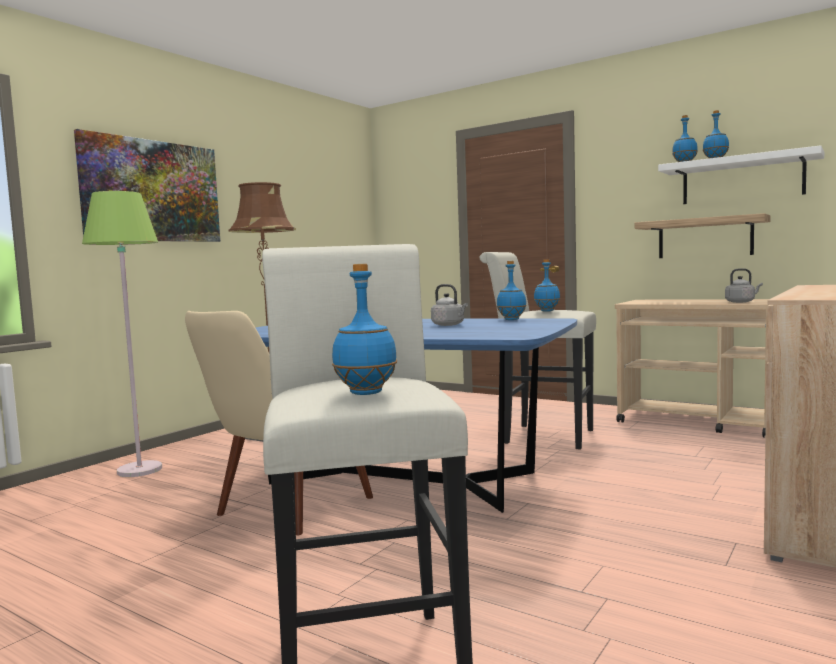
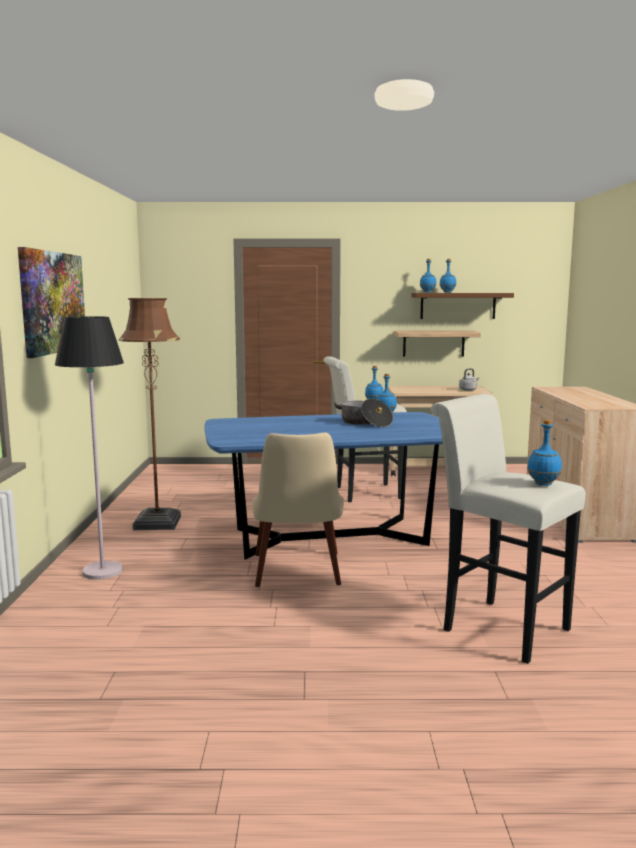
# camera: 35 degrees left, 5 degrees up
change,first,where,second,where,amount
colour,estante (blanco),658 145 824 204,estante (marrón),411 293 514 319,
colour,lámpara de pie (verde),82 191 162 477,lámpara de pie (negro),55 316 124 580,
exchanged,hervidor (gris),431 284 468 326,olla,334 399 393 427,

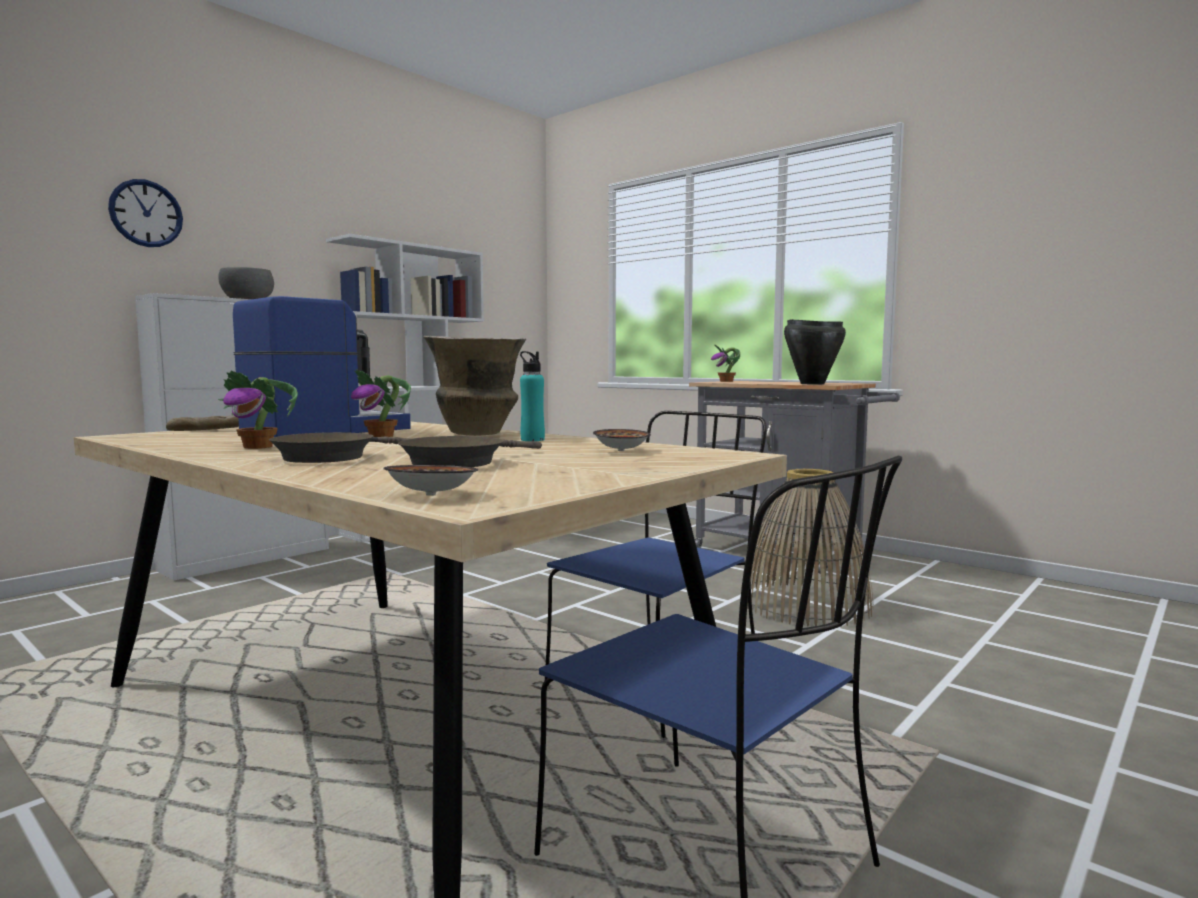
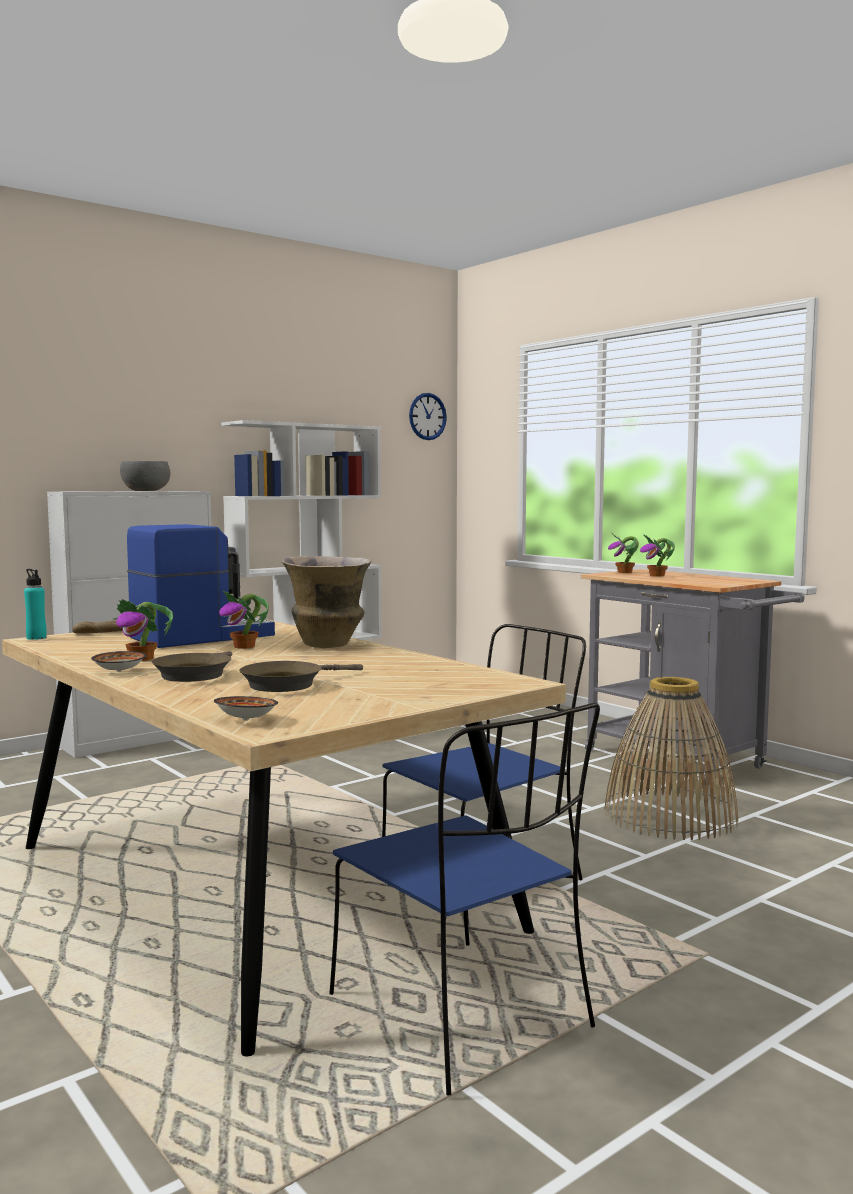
# camera: 10 degrees right, 0 degrees up
change,first,where,second,where,amount
relocated,reloj de pared,108 179 183 247,,409 393 447 440,
missing,olla (negro),784 319 846 384,,,
relocated,botella (turquesa),520 351 545 441,,24 569 47 640,
relocated,cuenco,593 429 651 451,,91 651 147 672,
spun,sartén (marrón),269 432 413 463,,152 651 232 682,45 degrees counterclockwise
appeared,,,planta en maceta,640 535 675 576,

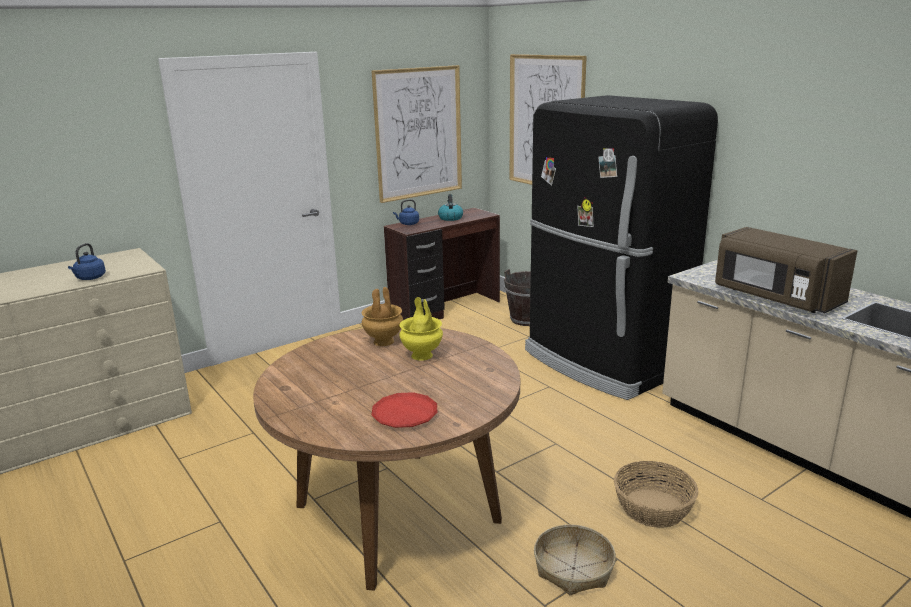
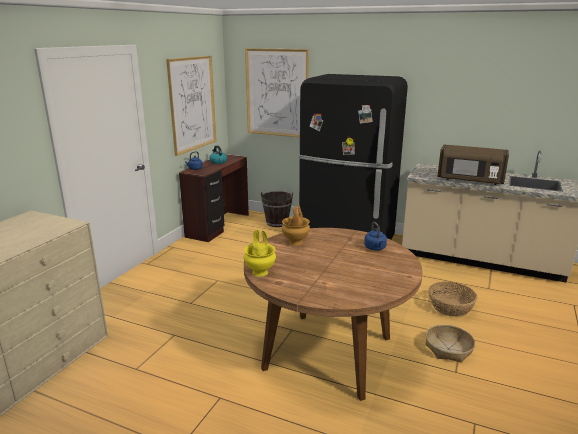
# camera: 30 degrees left, 0 degrees up
change,first,where,second,where,amount
relocated,hervidor (azul),68 243 106 280,,364 222 387 250,
relocated,florero (amarillo),399 297 443 361,,244 230 276 277,
missing,plato (rojo),372 392 437 428,,,

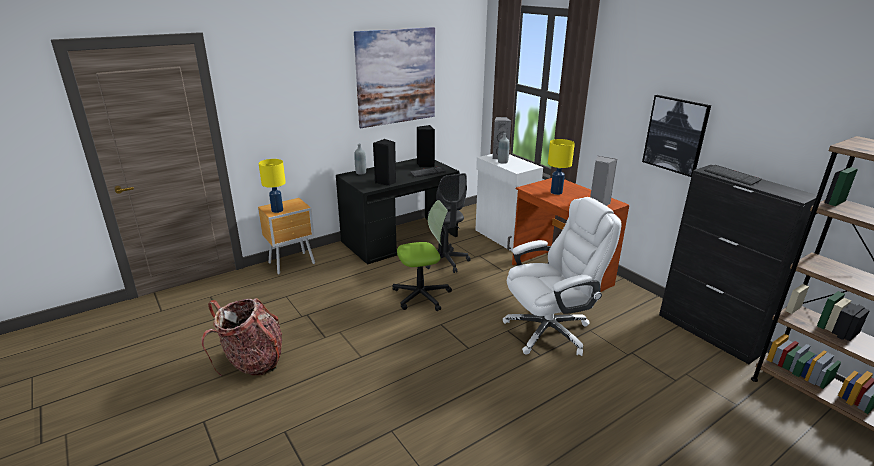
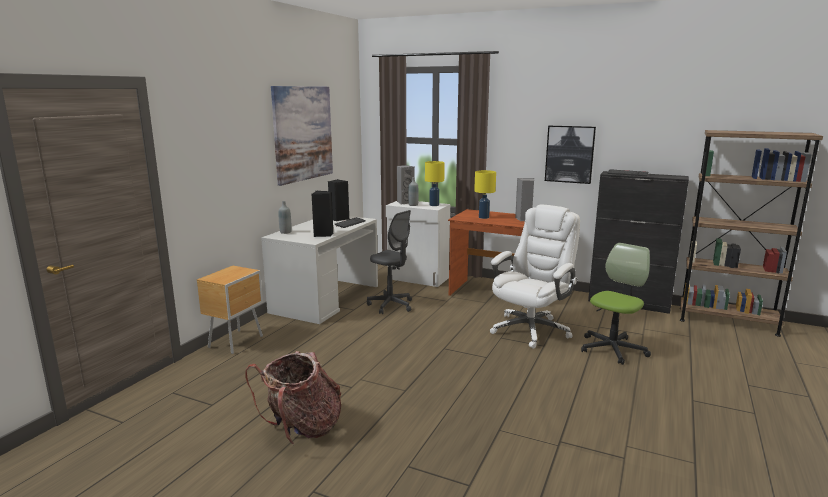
# camera: 30 degrees left, 10 degrees down
change,first,where,second,where,amount
colour,escritorio (negro),336 158 460 265,escritorio (blanco),261 216 378 324,
relocated,lámpara de mesa (amarillo),259 159 286 213,,425 161 445 206,
relocated,silla de oficina,393 200 452 311,,581 243 651 365,

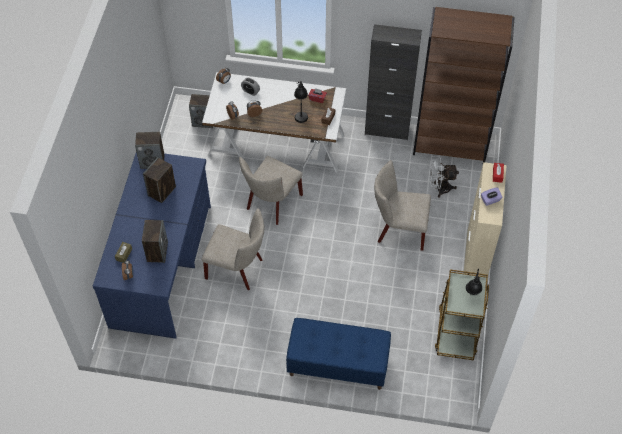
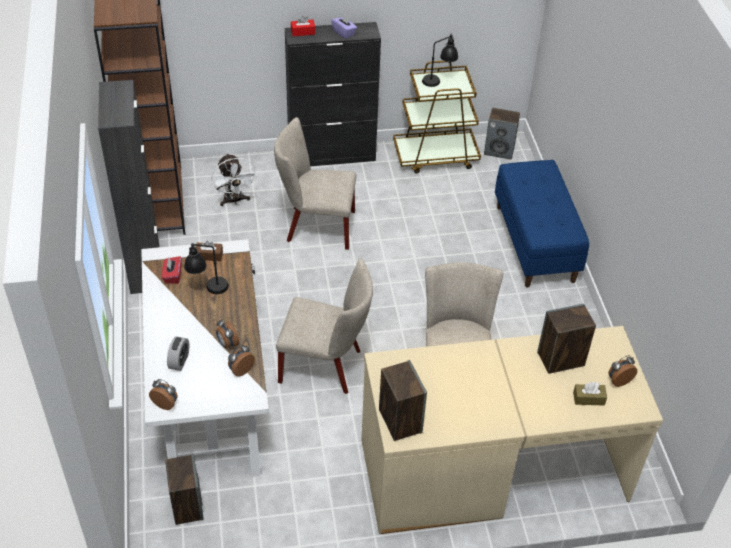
# camera: 110 degrees left, 10 degrees down
change,first,where,second,where,amount
colour,escritorio (azul),93 152 211 339,escritorio (beis),361 326 663 534,
relocated,altavoz,143 157 176 203,,484 108 520 160,
spun,silla (beis),374 160 431 251,,274 117 356 250,105 degrees clockwise
colour,armario (beis),464 162 507 276,armario (negro),285 22 381 166,

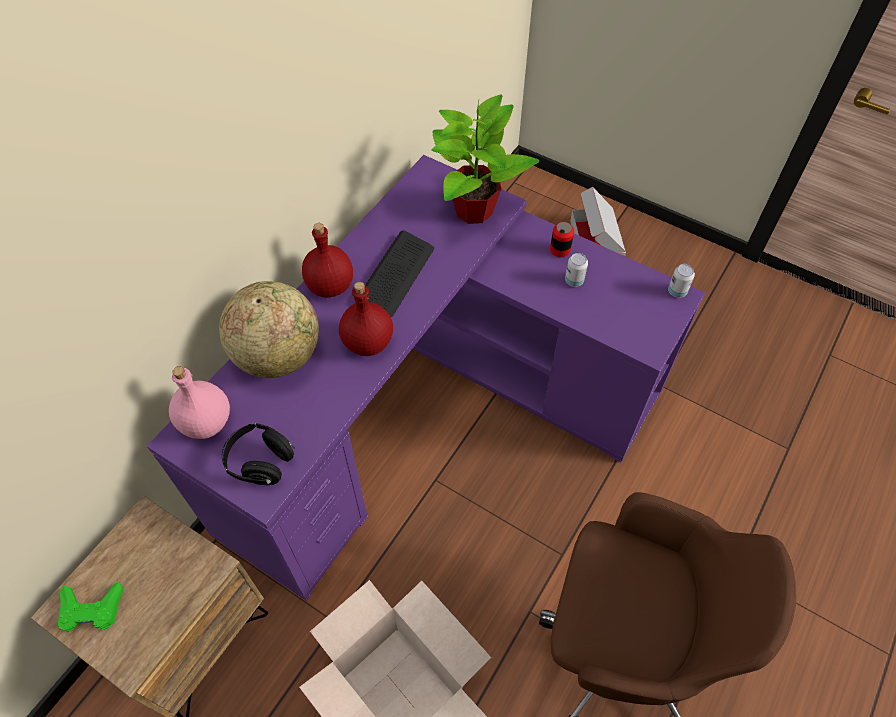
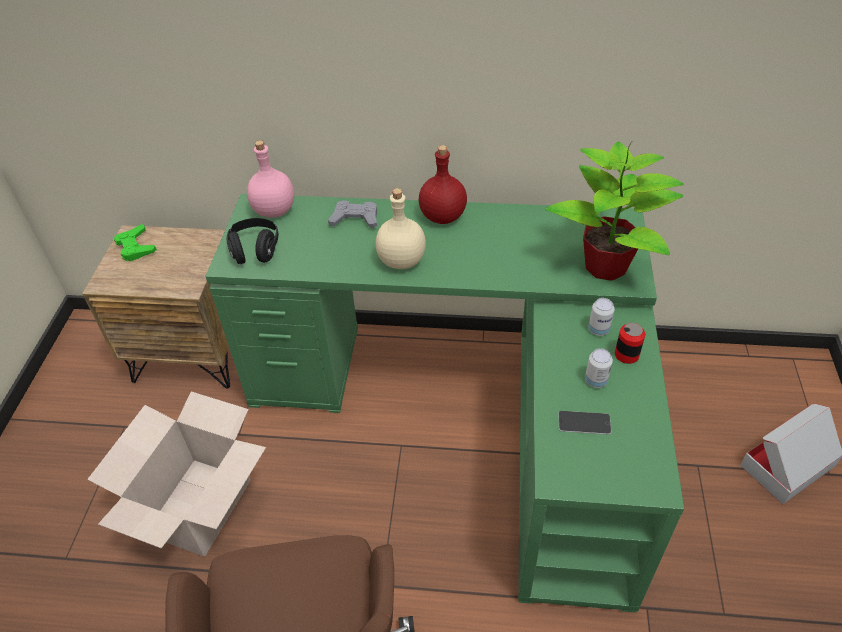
# camera: 65 degrees right, 10 degrees down
change,first,where,second,where,amount
colour,escritorio (morado),147 155 705 601,escritorio (verde),205 194 684 613,
missing,teclado,365 230 434 317,,,
relocated,lata,668 264 695 298,,588 298 615 336,
exchanged,globo terráqueo,219 281 319 378,mando de consola (gris),328 200 377 228,
colour,botella (rojo),339 282 393 356,botella (beis),376 188 426 269,
appeared,,,móvil,558 411 611 435,

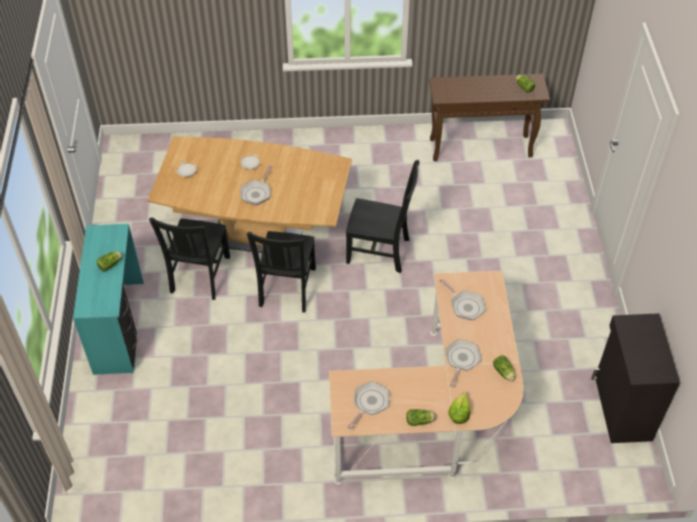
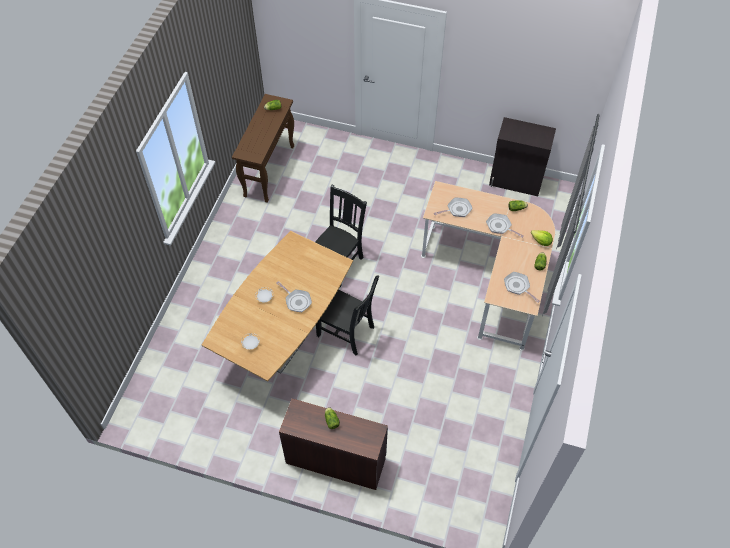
# camera: 70 degrees left, 5 degrees up
change,first,where,second,where,amount
missing,silla (negro),149 217 230 300,,,
colour,escritorio (turquesa),73 224 144 375,escritorio (marrón),279 399 388 490,

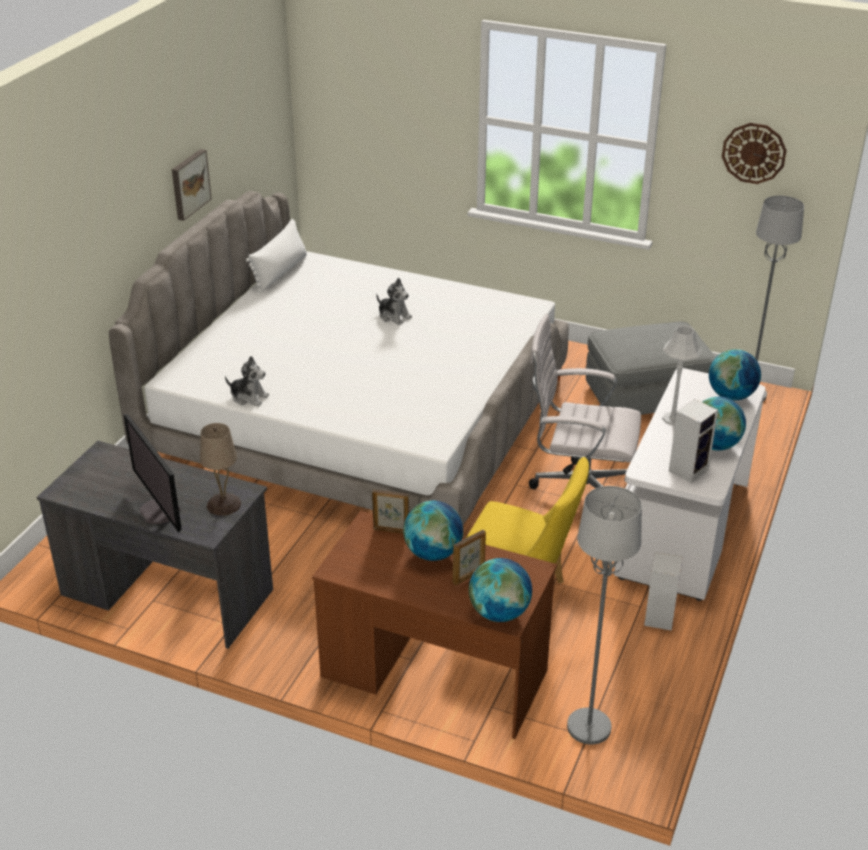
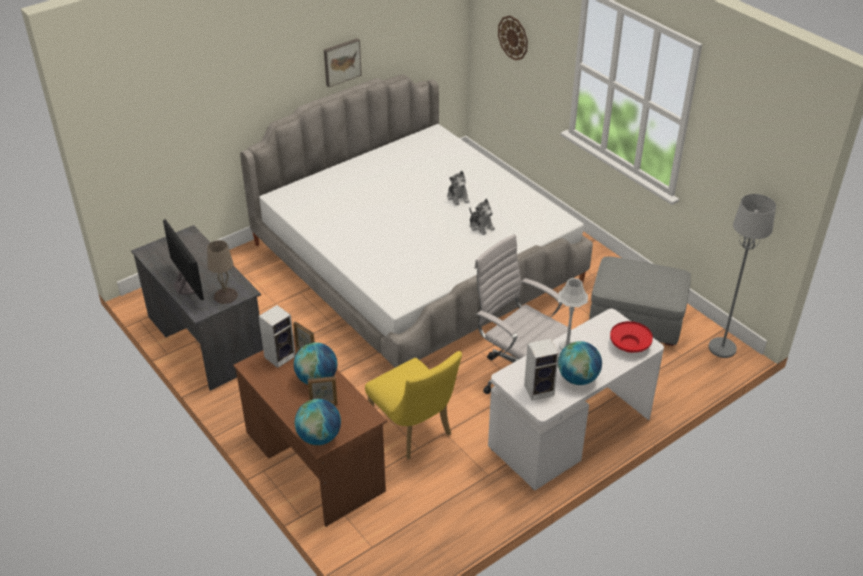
# camera: 30 degrees right, 5 degrees up
change,first,where,second,where,amount
relocated,reloj de pared,722 123 787 184,,498 16 528 60,
missing,cojín (blanco),246 219 307 292,,,
exchanged,globo terráqueo,709 349 761 400,cuenco (rojo),610 321 653 353,
relocated,peluche,225 356 269 406,,470 199 495 235,
spun,monitor,123 414 182 533,,163 219 204 300,150 degrees clockwise
missing,lámpara de pie (gris),567 486 642 745,,,
relocated,altavoz,644 552 683 631,,259 305 296 368,

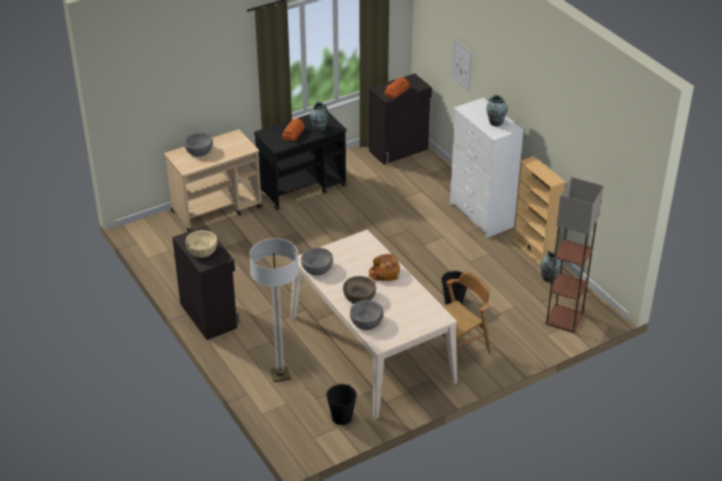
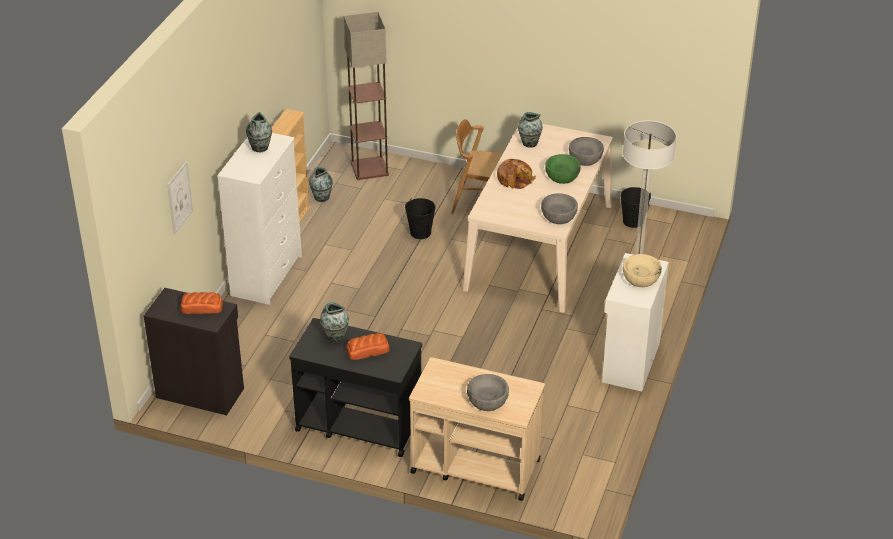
# camera: 130 degrees left, 0 degrees up
change,first,where,second,where,amount
colour,armario (negro),172 226 240 340,armario (blanco),602 253 669 391,
colour,cuenco (marrón),343 276 376 304,cuenco (verde),545 154 581 184,
appeared,,,florero,518 112 543 148,

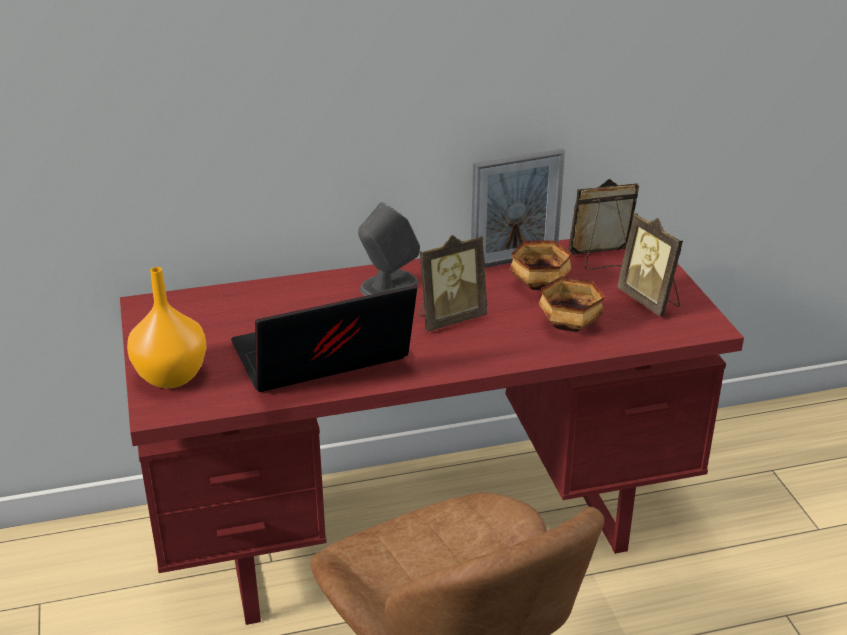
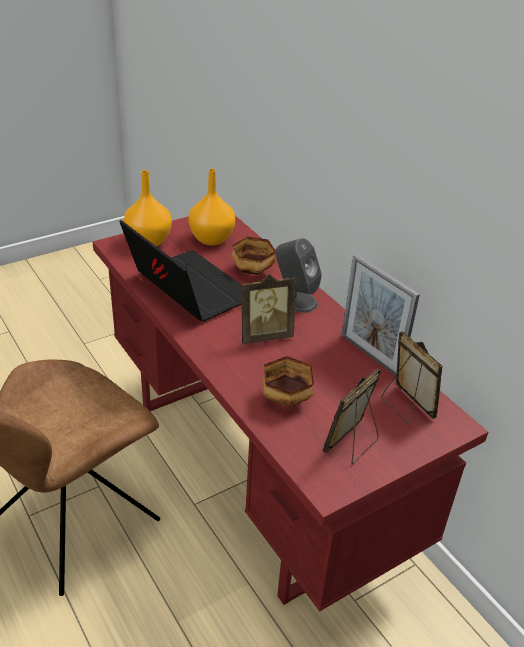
# camera: 70 degrees right, 5 degrees up
change,first,where,second,where,amount
spun,portarretratos,419 235 487 331,,241 274 296 344,60 degrees counterclockwise
relocated,cuenco,510 240 572 290,,231 237 276 275,
appeared,,,florero (naranja),188 169 235 245,

